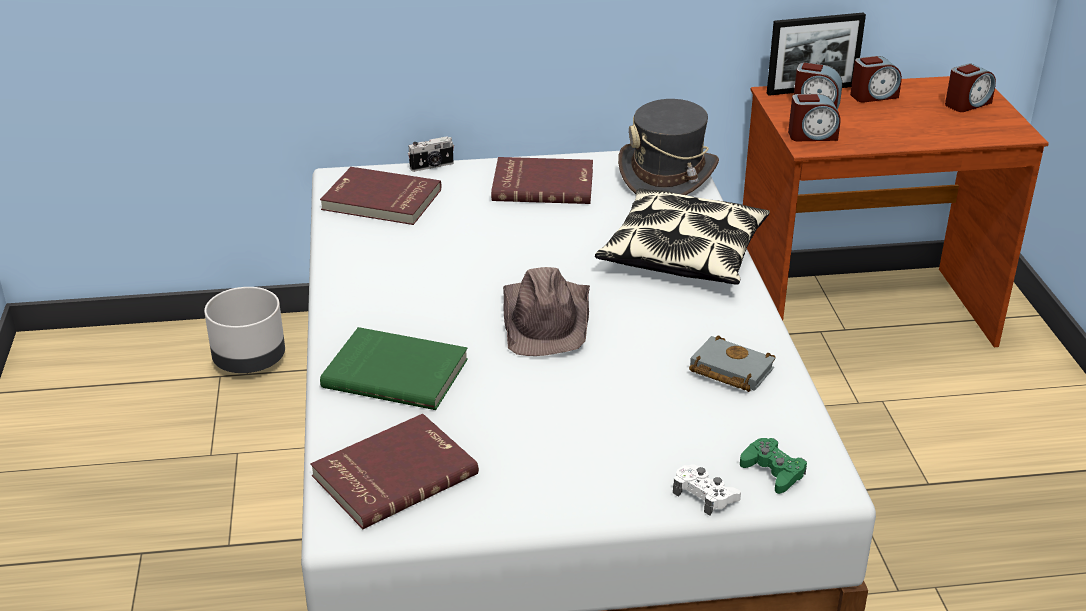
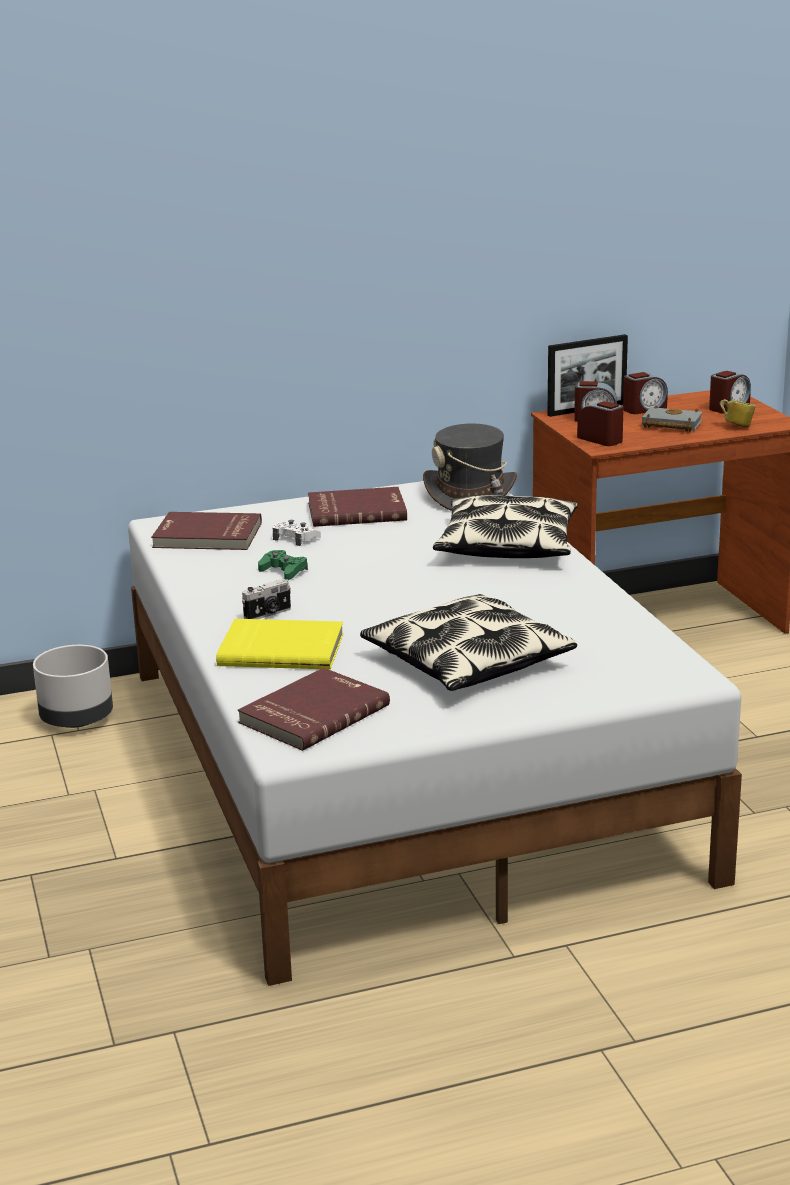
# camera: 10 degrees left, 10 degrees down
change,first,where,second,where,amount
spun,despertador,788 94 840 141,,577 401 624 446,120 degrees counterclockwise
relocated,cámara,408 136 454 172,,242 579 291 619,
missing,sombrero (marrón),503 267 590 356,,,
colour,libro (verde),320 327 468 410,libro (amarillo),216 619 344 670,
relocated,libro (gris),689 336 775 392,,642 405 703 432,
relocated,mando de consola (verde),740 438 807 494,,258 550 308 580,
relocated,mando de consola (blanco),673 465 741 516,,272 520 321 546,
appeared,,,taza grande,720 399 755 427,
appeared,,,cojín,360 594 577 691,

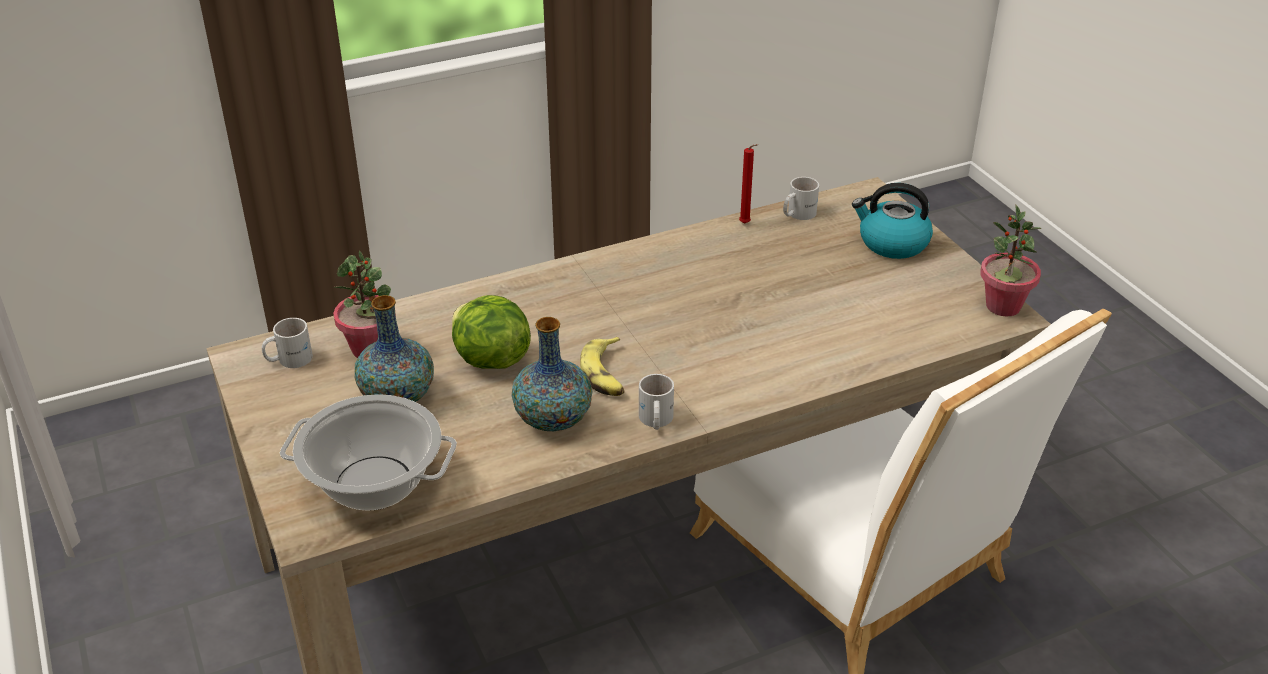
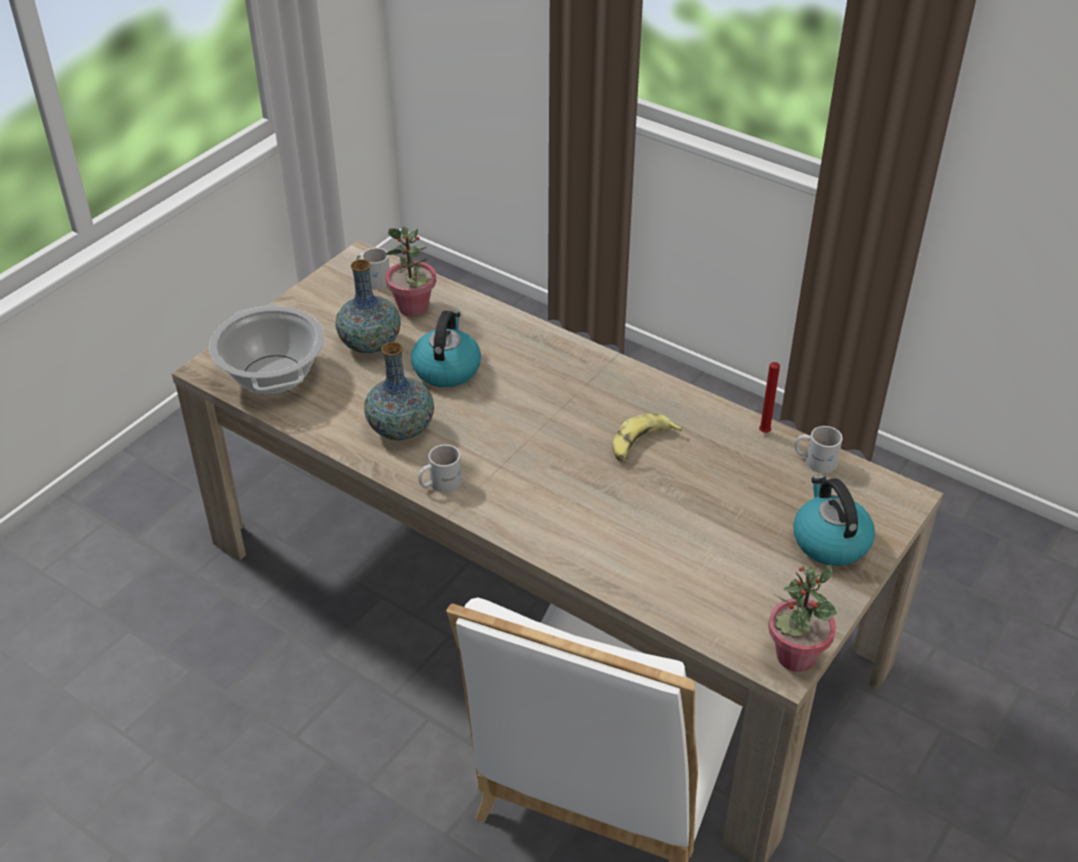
# camera: 60 degrees right, 5 degrees up
change,first,where,second,where,amount
exchanged,lechuga,452 295 531 369,hervidor,411 311 481 387,
relocated,plátano,580 337 625 396,,613 413 682 461,

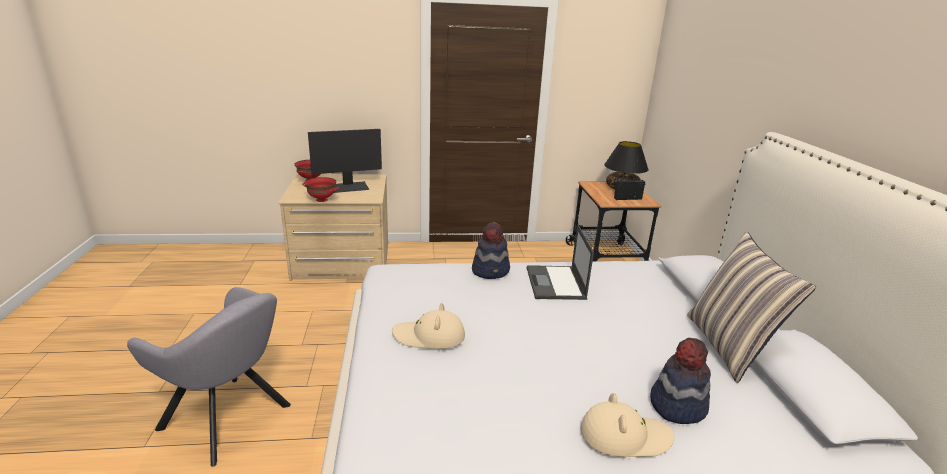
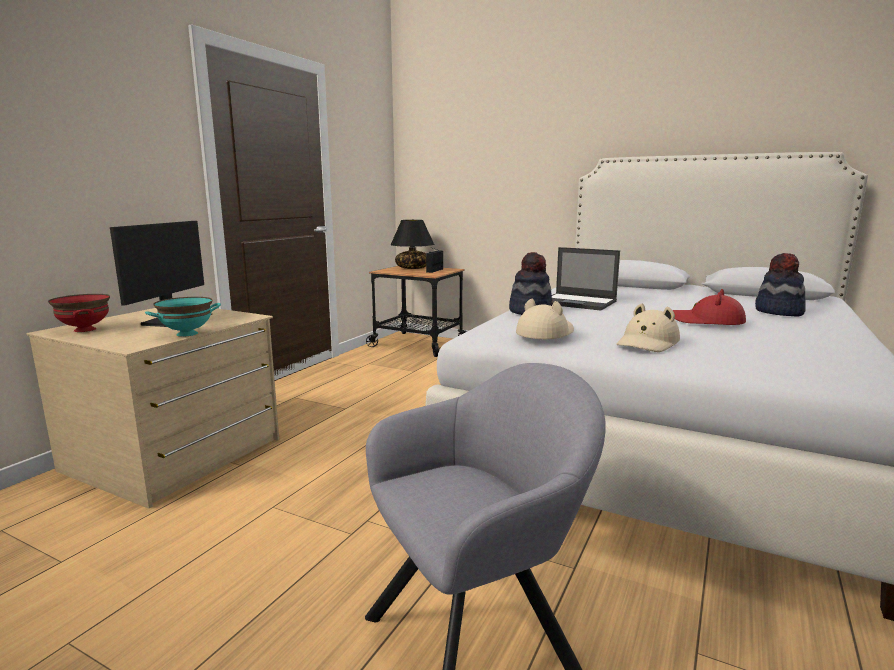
# camera: 55 degrees left, 10 degrees down
change,first,where,second,where,amount
colour,cuenco (rojo),302 177 339 202,cuenco (turquesa),145 297 221 337,
missing,cojín,687 231 816 383,,,
relocated,sombrero (beis),581 393 674 457,,516 299 574 339,
appeared,,,sombrero (rojo),673 289 746 325,

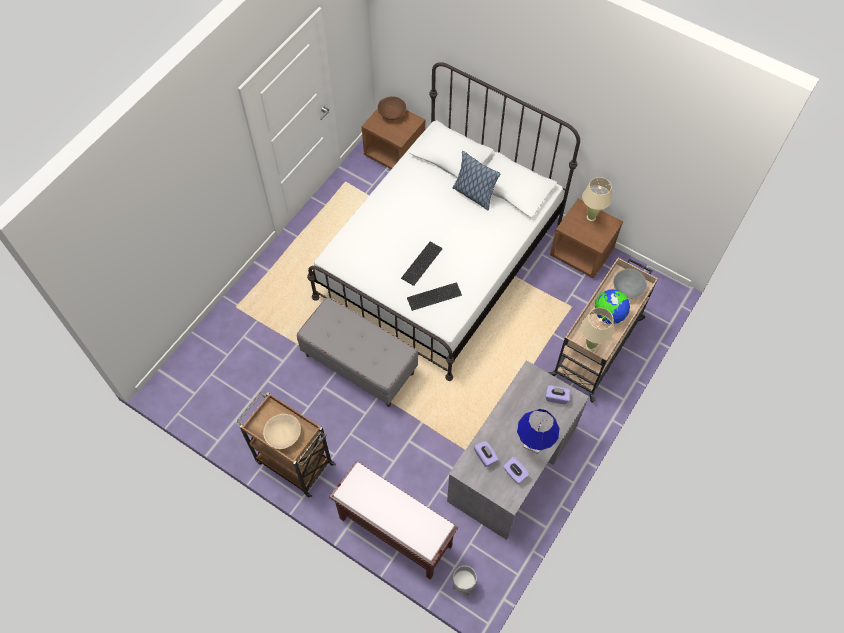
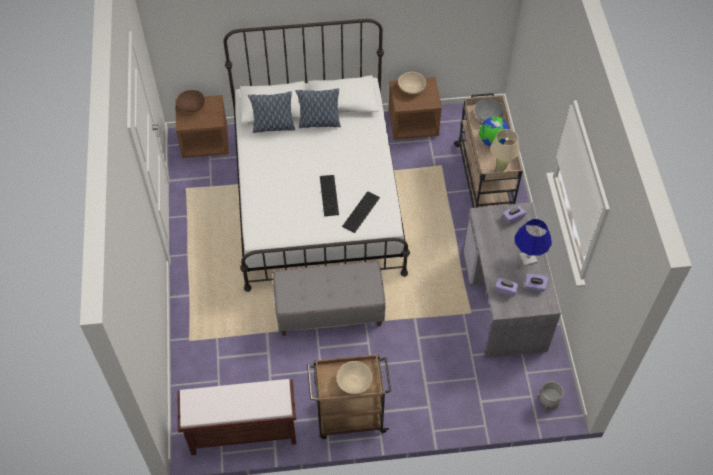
# camera: 40 degrees left, 5 degrees down
change,first,where,second,where,amount
exchanged,lámpara de mesa (beis),582 177 612 221,cuenco (beis),398 72 426 94,
relocated,banco (marrón),329 461 459 580,,177 379 296 455,
appeared,,,cojín,248 92 295 133,

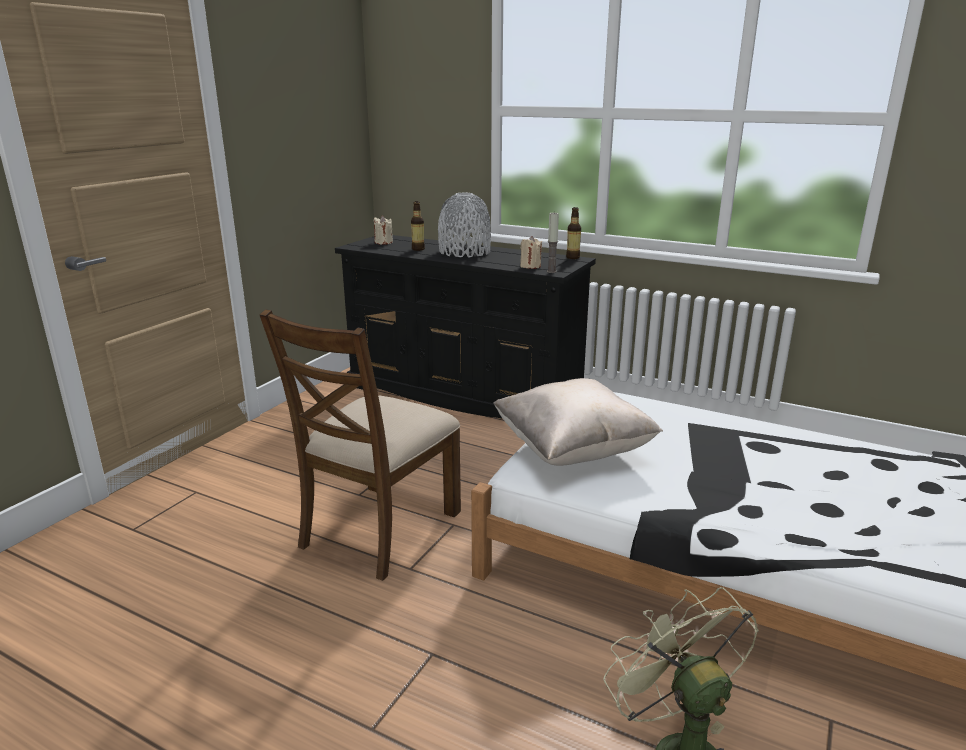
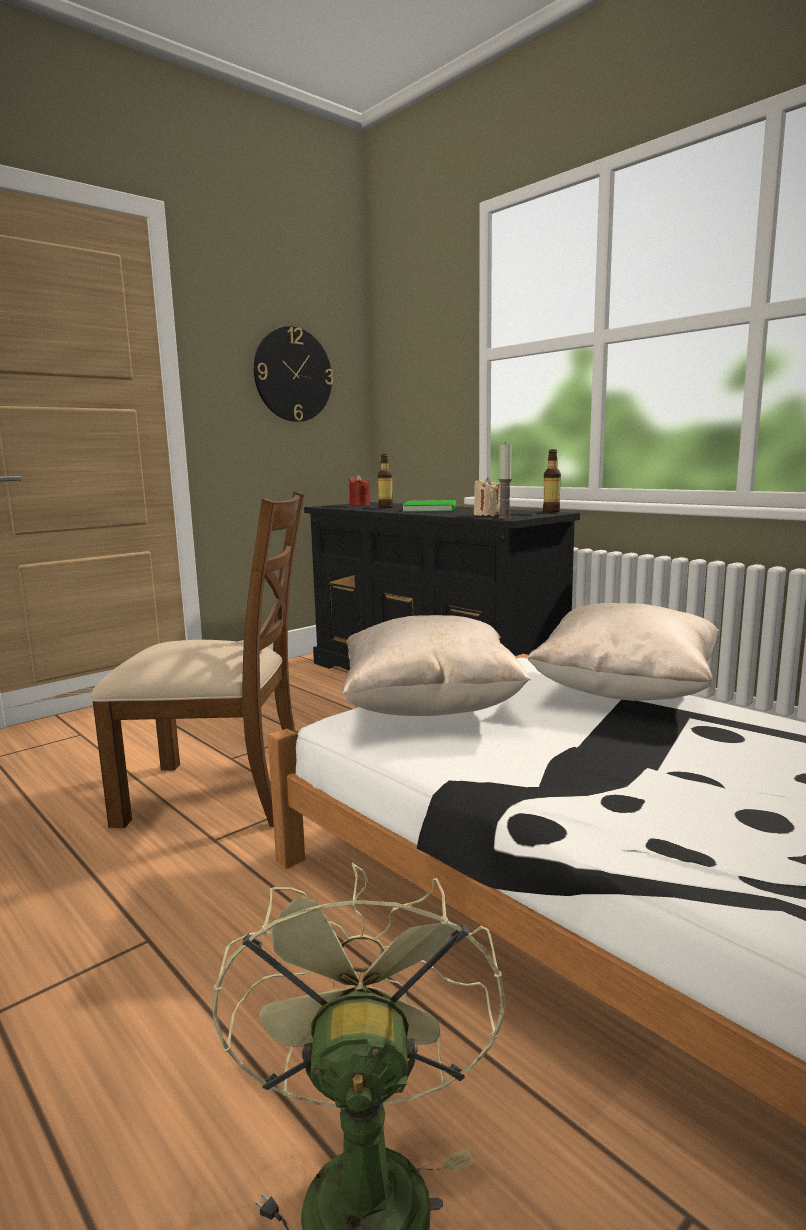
# camera: 20 degrees right, 10 degrees down
change,first,where,second,where,amount
exchanged,florero (gris),438 193 491 258,libro (verde),402 500 456 512,
colour,vela (beis),374 216 393 245,vela (rojo),349 475 370 506,
spun,silla (marrón),259 309 461 581,,90 491 304 828,135 degrees counterclockwise
appeared,,,reloj de pared,254 326 333 422,
appeared,,,cojín (beis),527 603 720 701,

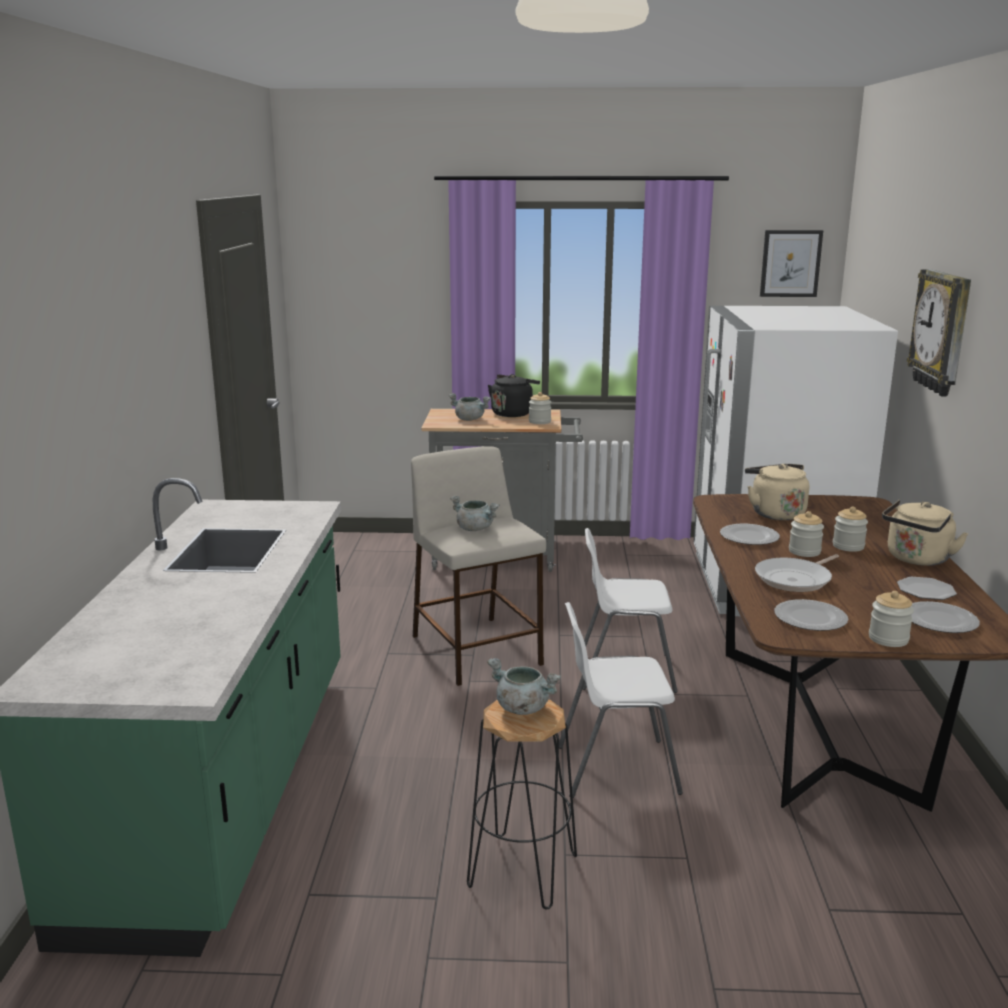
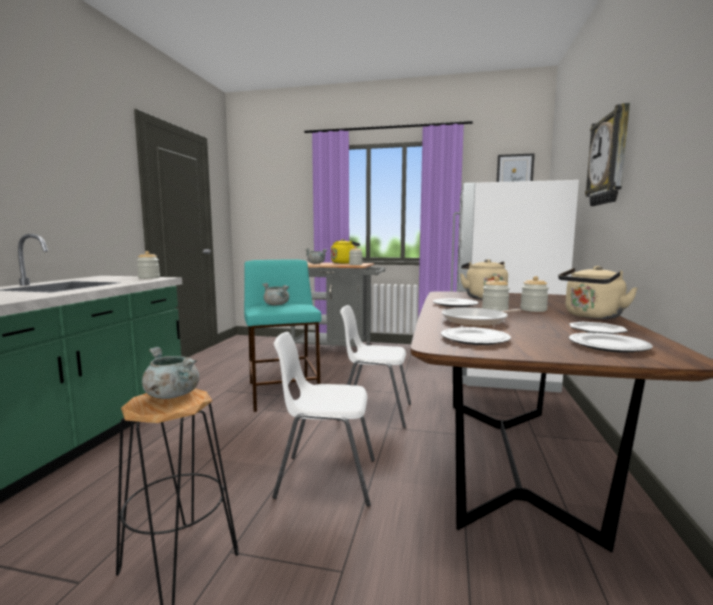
# camera: 10 degrees right, 10 degrees down
change,first,where,second,where,amount
colour,hervidor (negro),488 374 540 417,hervidor (amarillo),331 239 360 264,
colour,taburete (beis),411 446 546 686,taburete (turquesa),244 259 321 412,
relocated,tarro,869 591 914 647,,137 251 160 279,

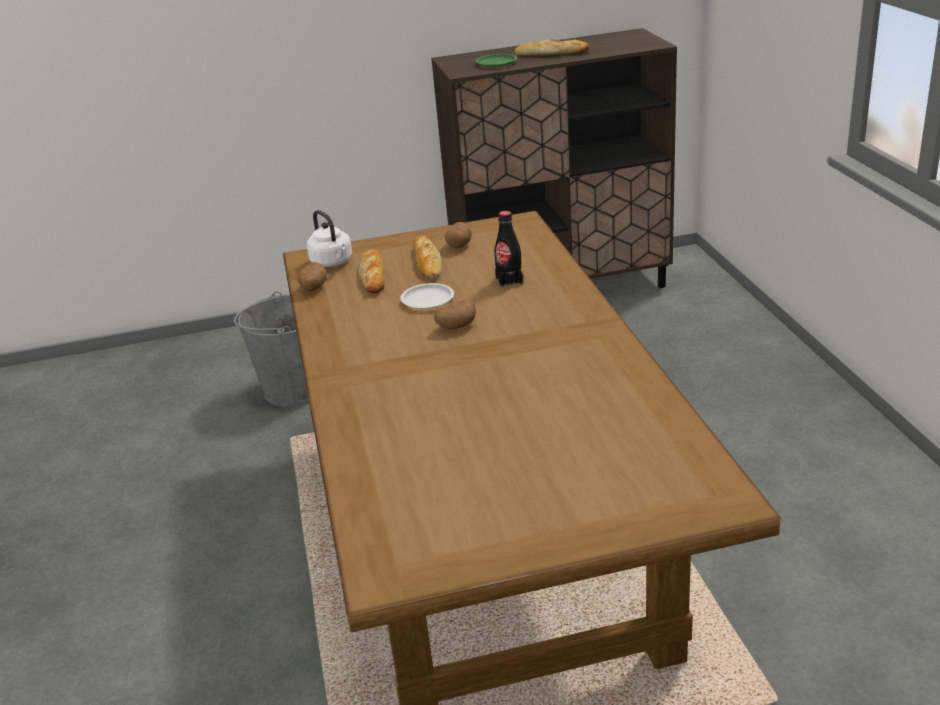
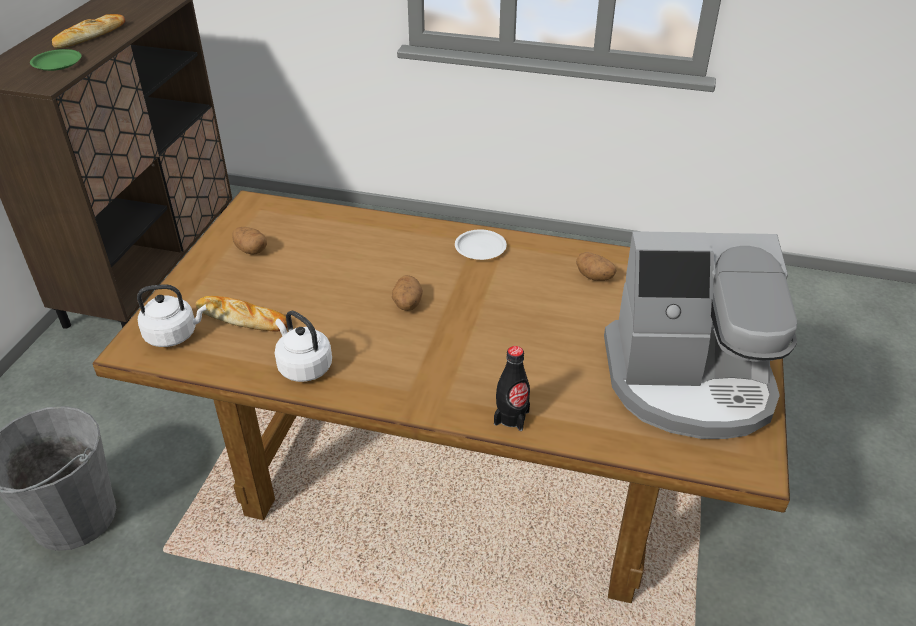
# camera: 65 degrees left, 10 degrees up
change,first,where,second,where,amount
relocated,botella (negro),495 211 524 288,,494 346 530 431,
missing,pan,413 235 442 279,,,
relocated,patata,298 262 327 292,,576 252 617 281,
relocated,plato (blanco),400 283 454 309,,455 230 507 260,
appeared,,,cafetera,604 231 797 439,
appeared,,,hervidor (blanco),275 311 332 382,

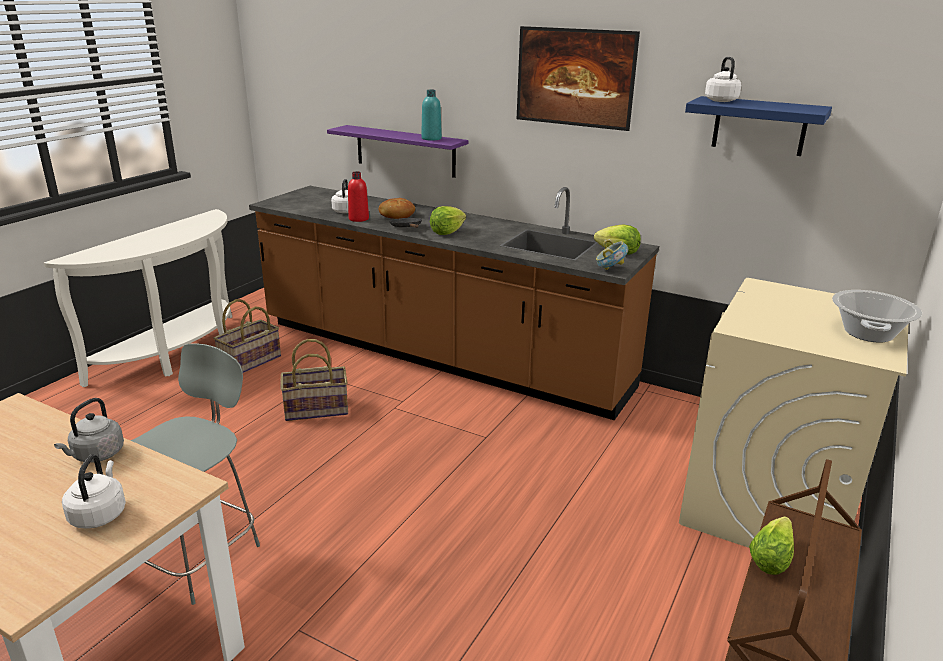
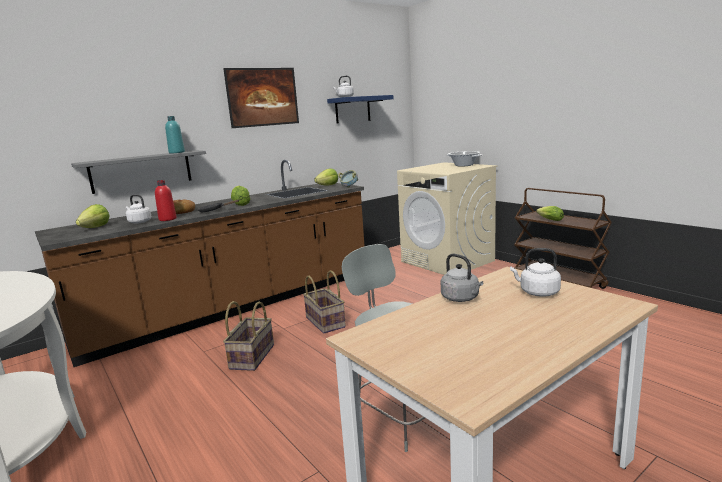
# camera: 65 degrees left, 10 degrees down
change,first,where,second,where,amount
colour,estante (morado),327 125 468 178,estante (gris),71 150 206 194,
relocated,cesta,213 299 281 373,,303 270 346 333,
appeared,,,lechuga,76 204 109 228,

